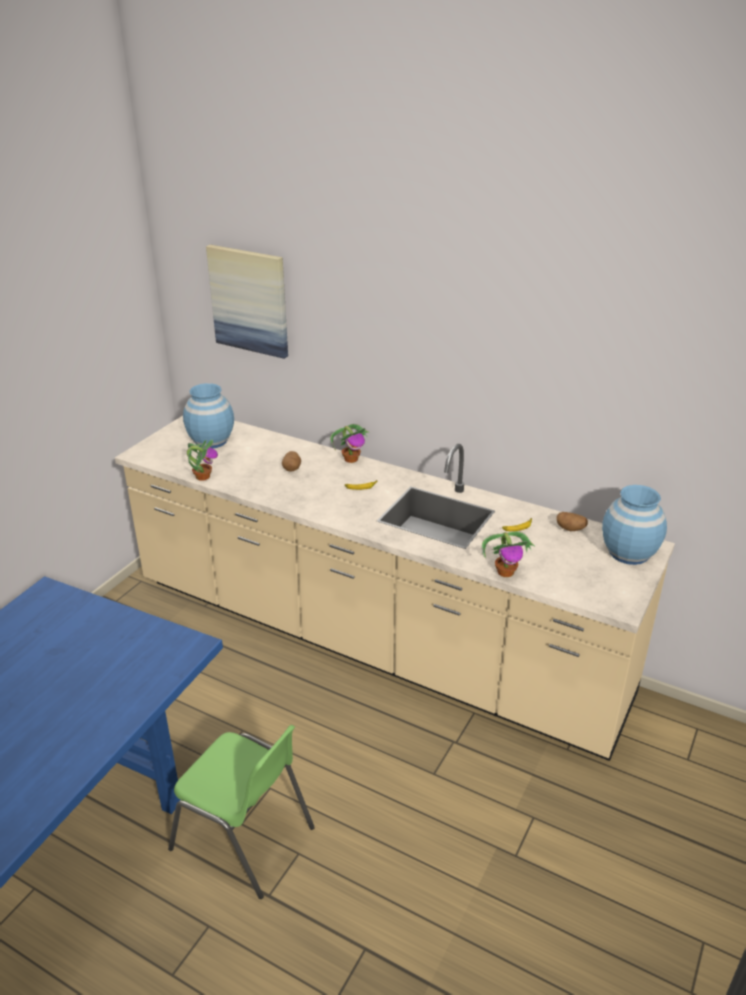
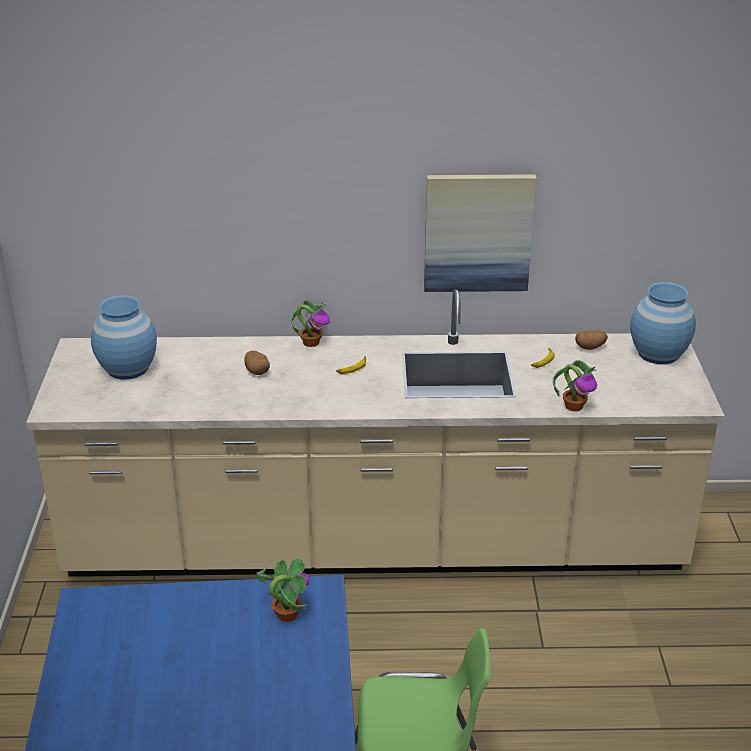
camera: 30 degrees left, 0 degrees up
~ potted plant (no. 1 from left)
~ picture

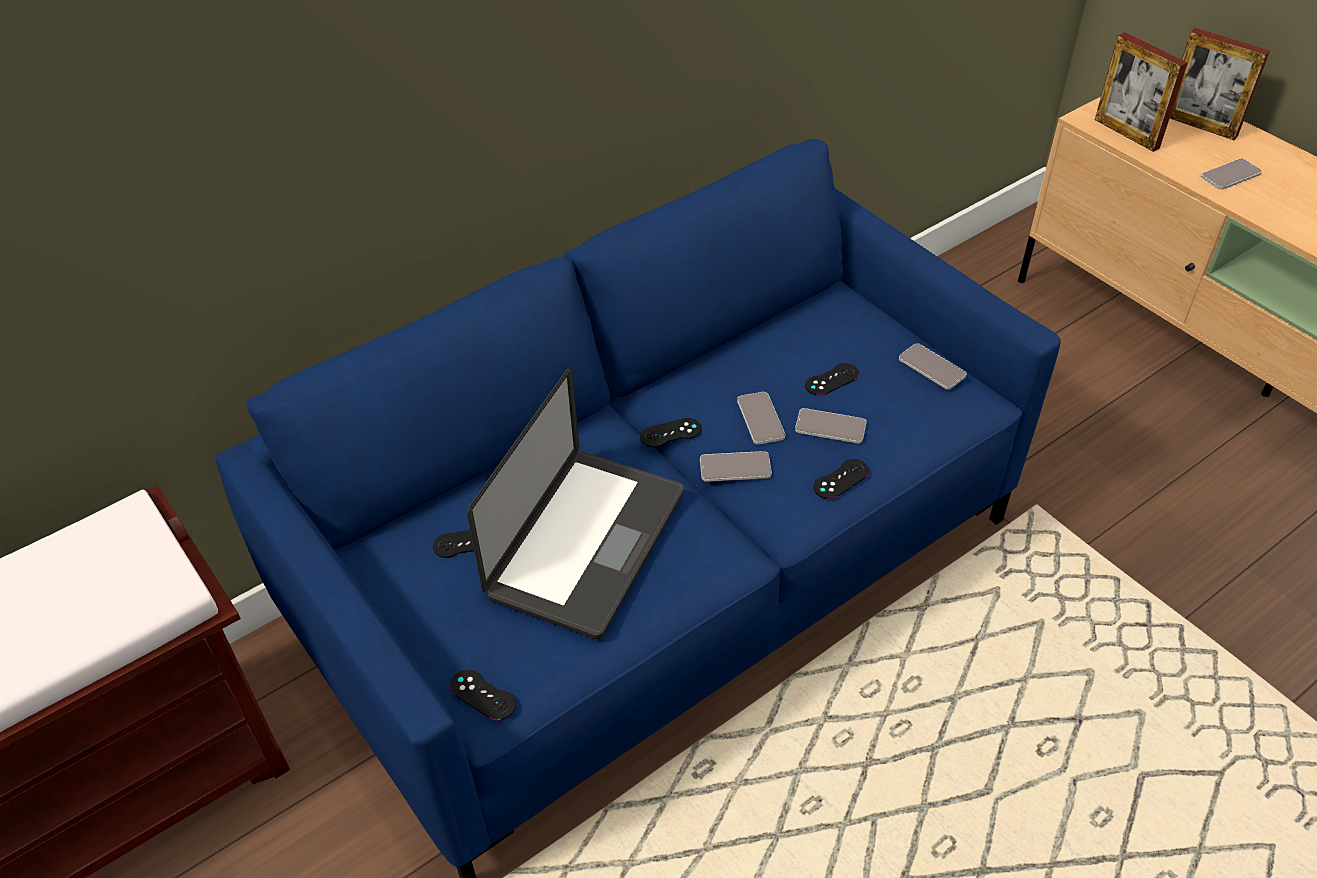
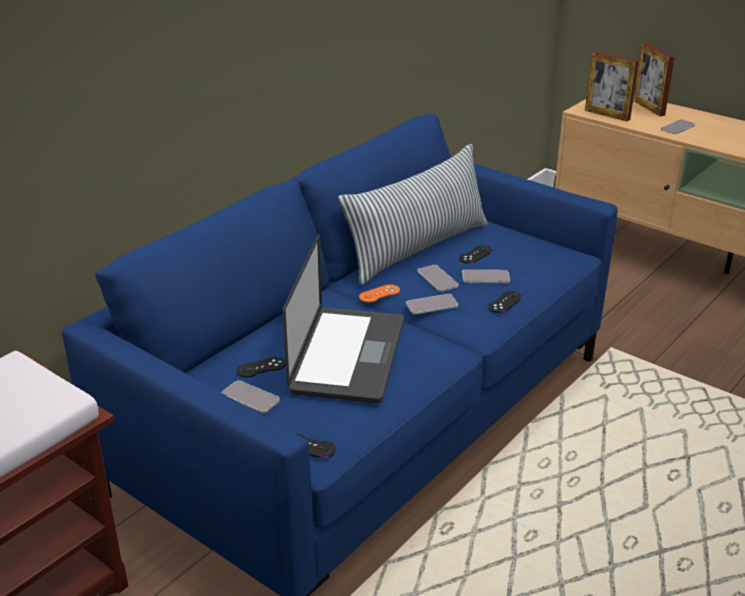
camera: 15 degrees left, 15 degrees down
+ pillow
~ phone (no. 4 from left in the first image) to phone (no. 1 from left)
~ game controller/black (no. 3 from left) to game controller/orange
~ picture frame (no. 2 from left) 45 degrees clockwise

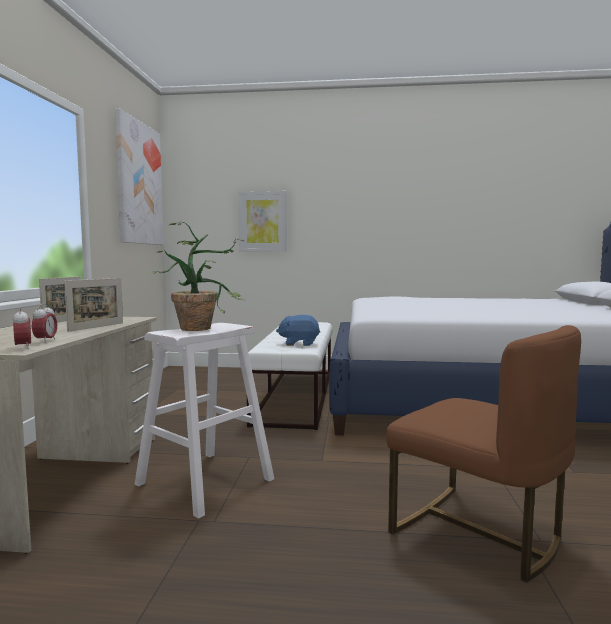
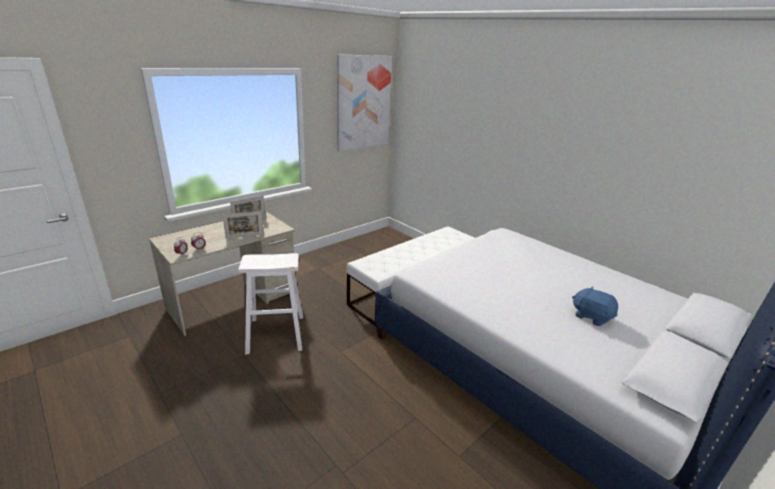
camera: 40 degrees right, 20 degrees up
- potted plant
- picture (no. 2 from left)
- chair/brown
~ plush toy/blue

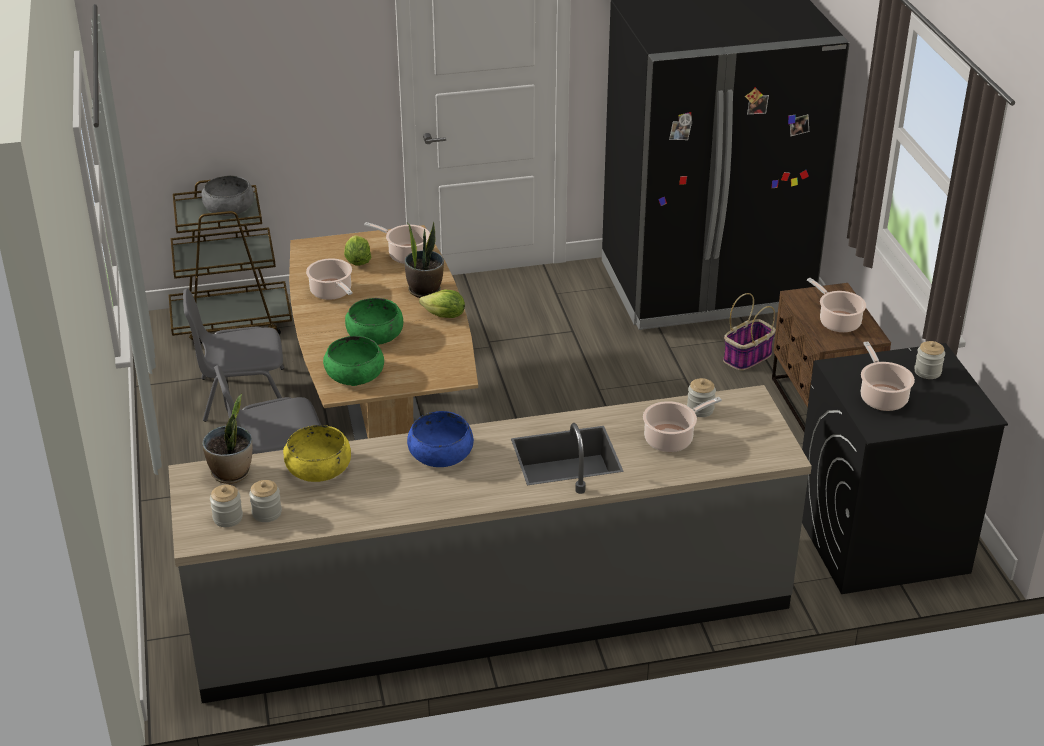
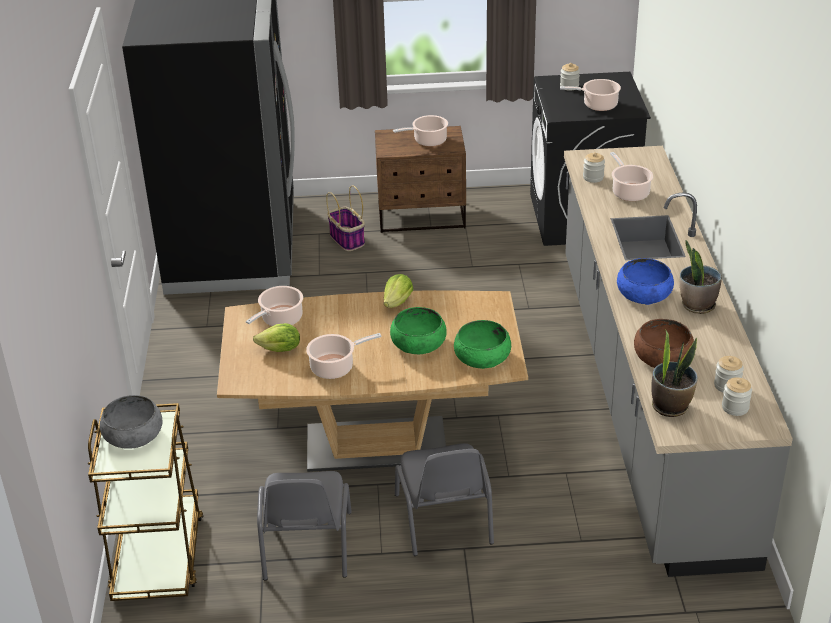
camera: 80 degrees left, 0 degrees up
~ potted plant (no. 2 from left)
~ bowl/yellow to bowl/brown

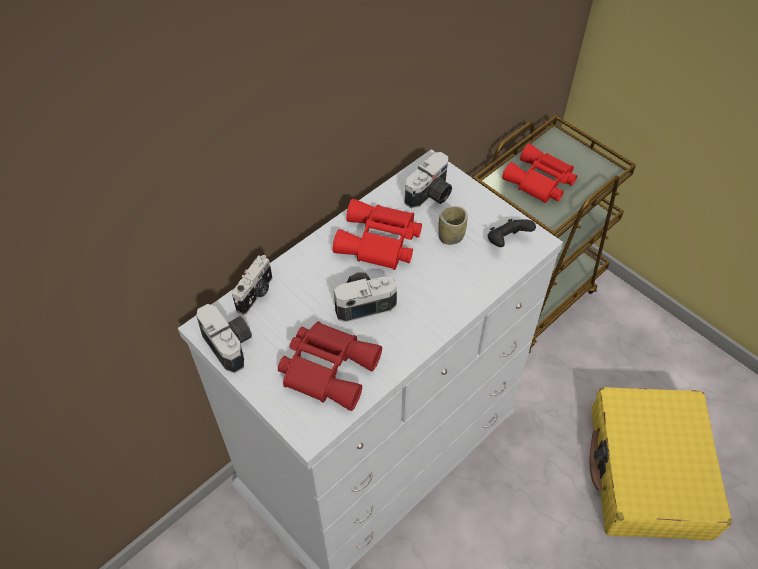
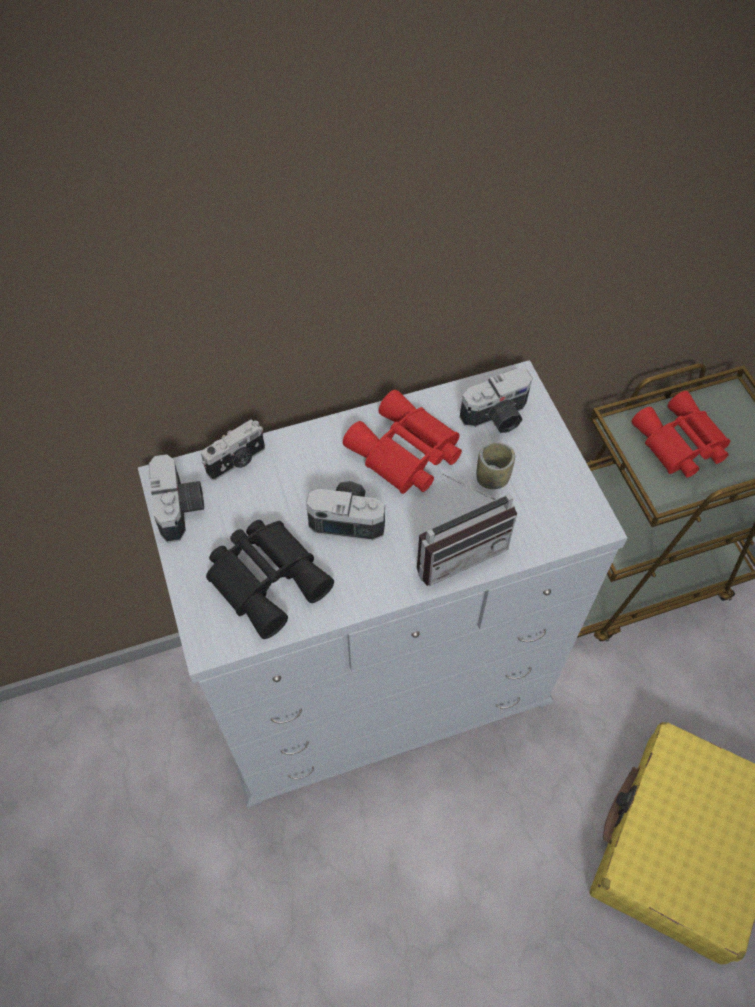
camera: 25 degrees right, 5 degrees up
- game controller/black
+ radio
~ binoculars/red (no. 1 from left) to binoculars/black

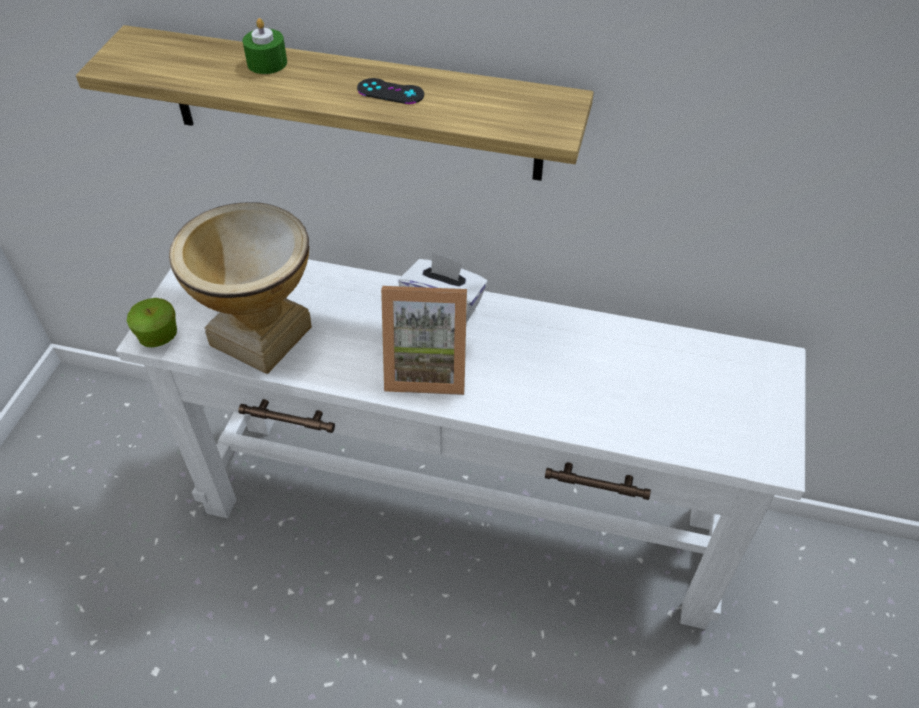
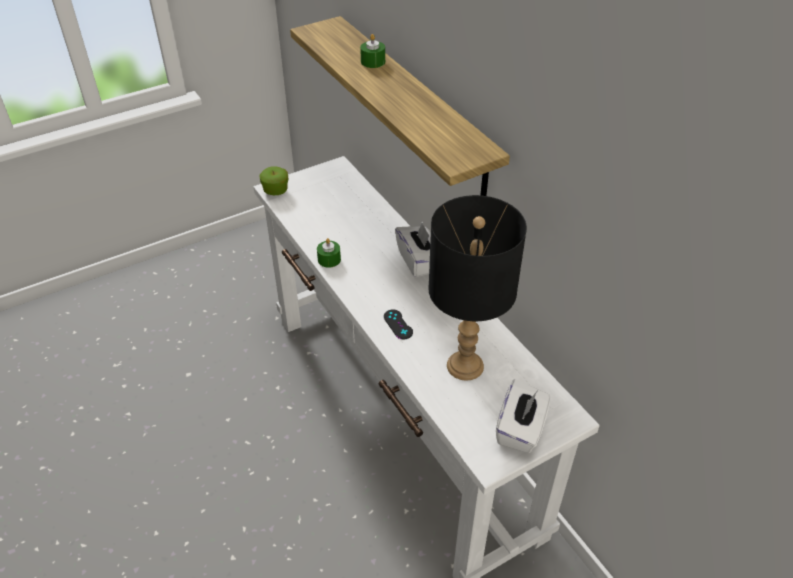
camera: 45 degrees right, 5 degrees down
- vase
- picture frame
+ candle/green (no. 1 from left)
+ table lamp/black
+ tissue box/white (no. 2 from left)
~ game controller/black

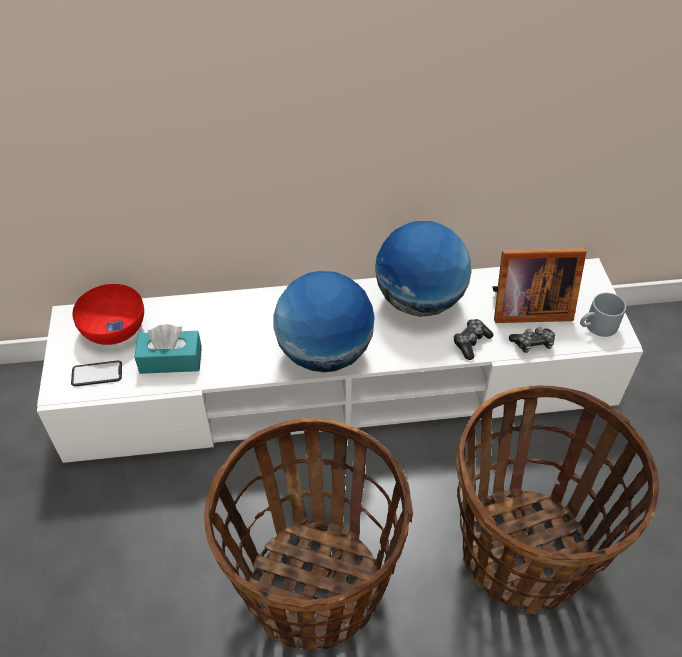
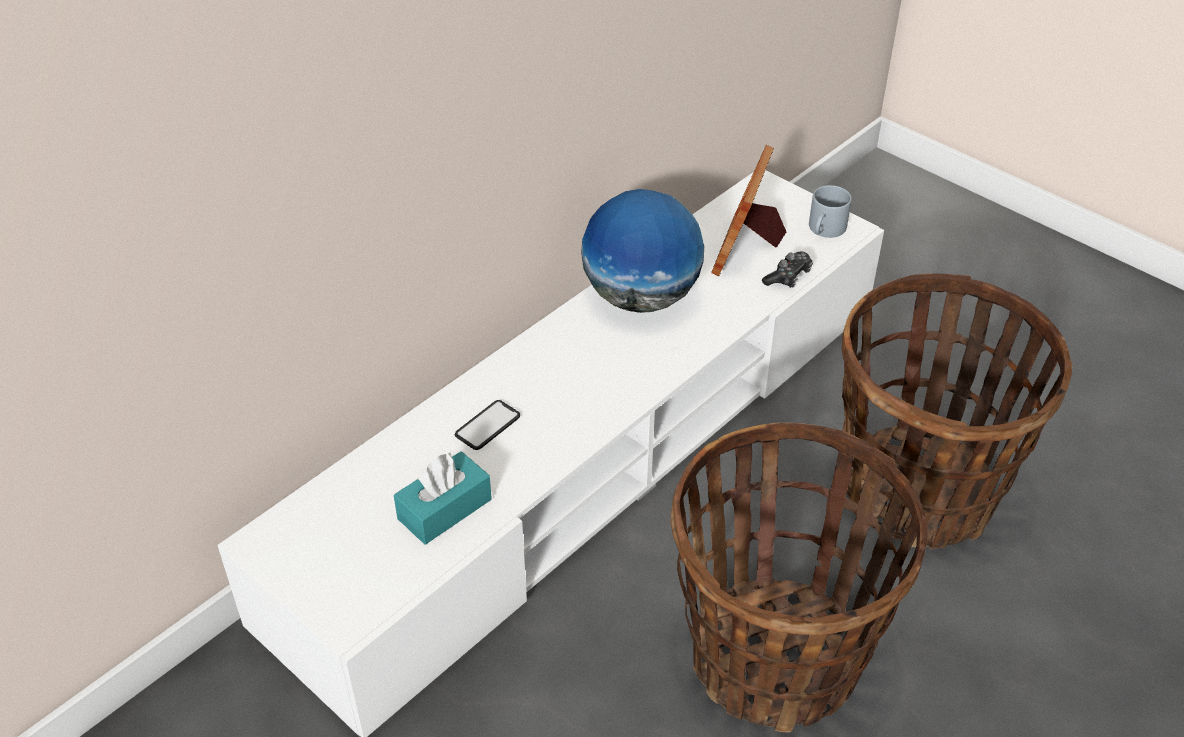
camera: 40 degrees left, 5 degrees down
- bowl/red
- globe (no. 1 from left)
- game controller (no. 1 from left)
~ phone
~ picture frame 150 degrees clockwise

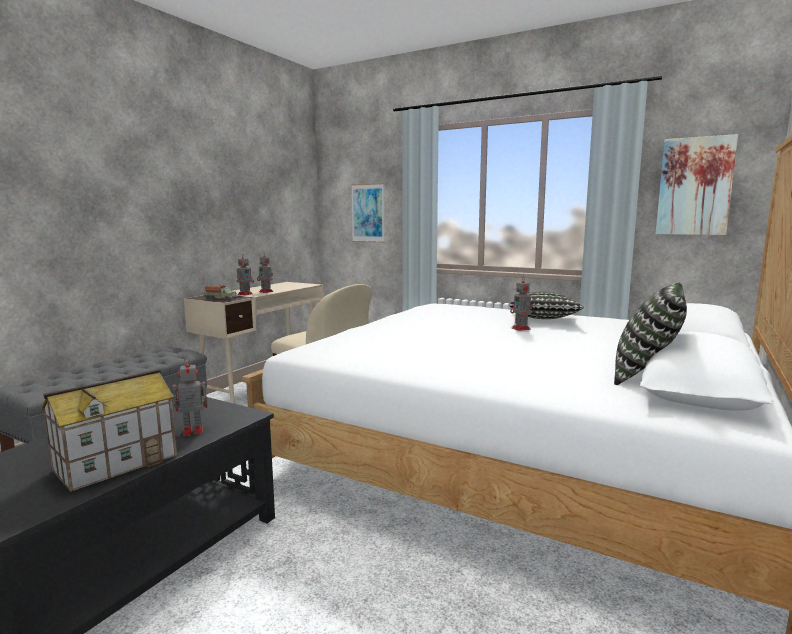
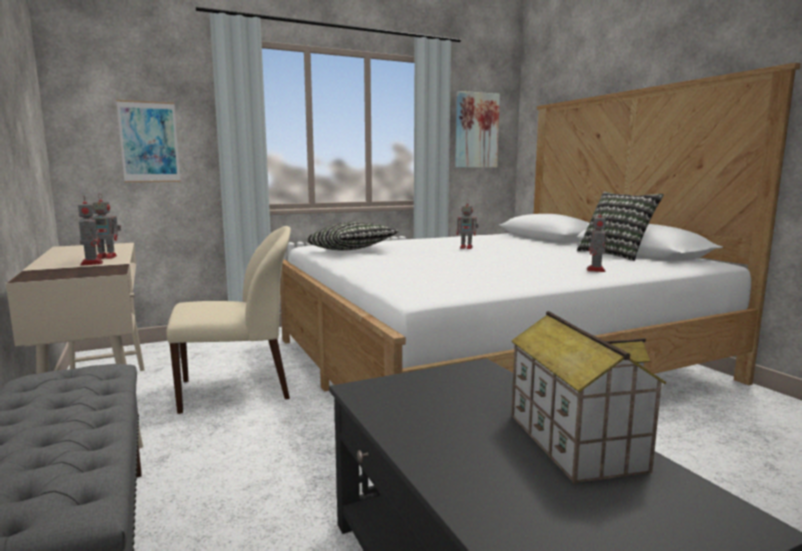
camera: 55 degrees left, 0 degrees up
- toy truck
~ toy robot (no. 1 from left in the first image) to toy robot (no. 4 from left)
~ pillow (no. 1 from left)

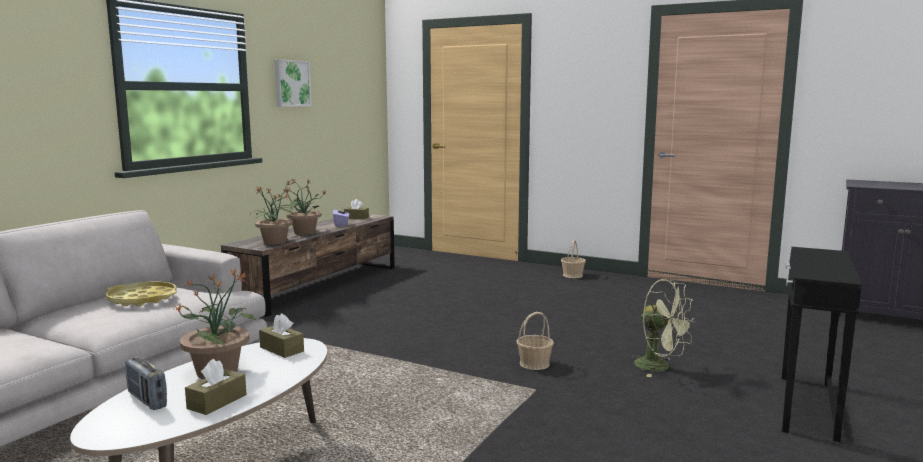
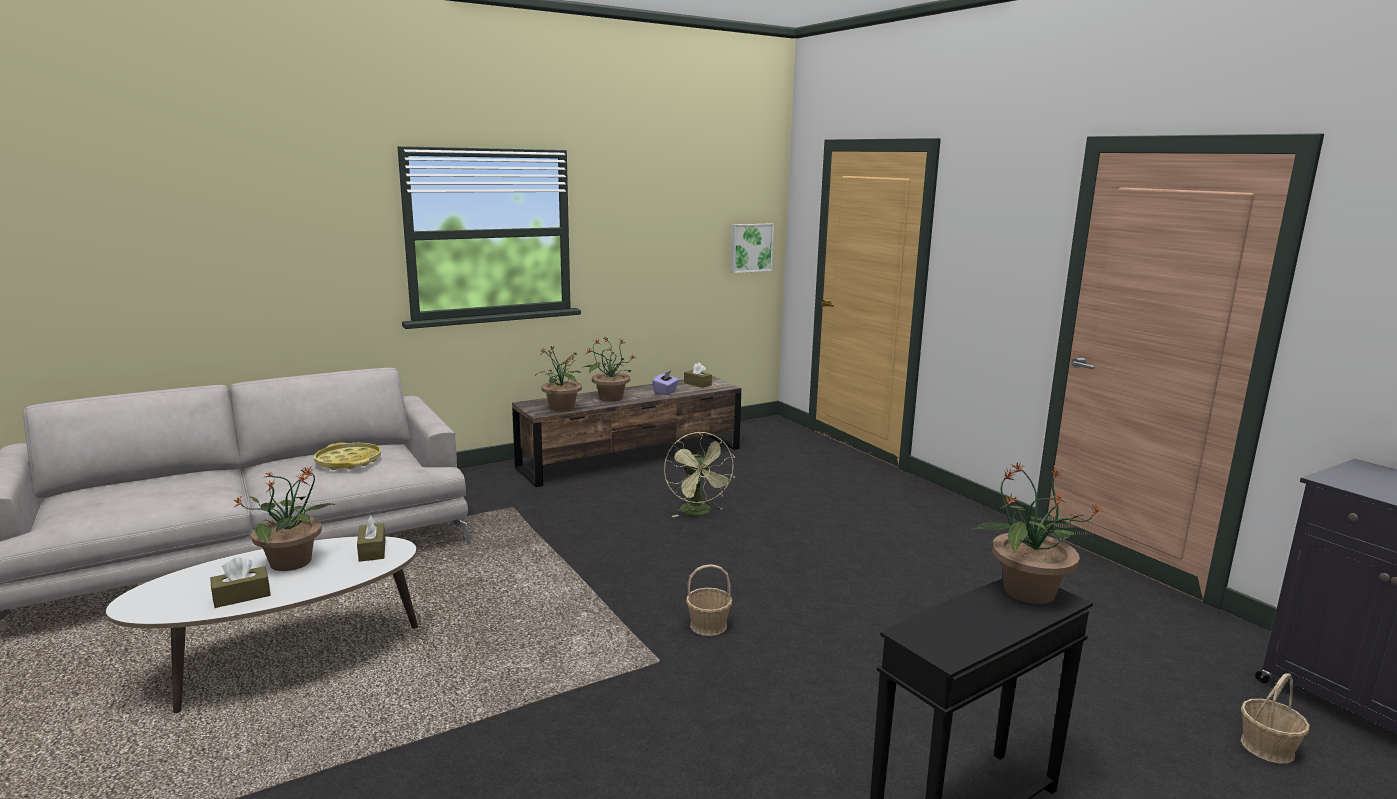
camera: 30 degrees right, 5 degrees up
- radio
+ potted plant (no. 4 from left)
~ picture
~ basket (no. 2 from left)
~ fan/green

